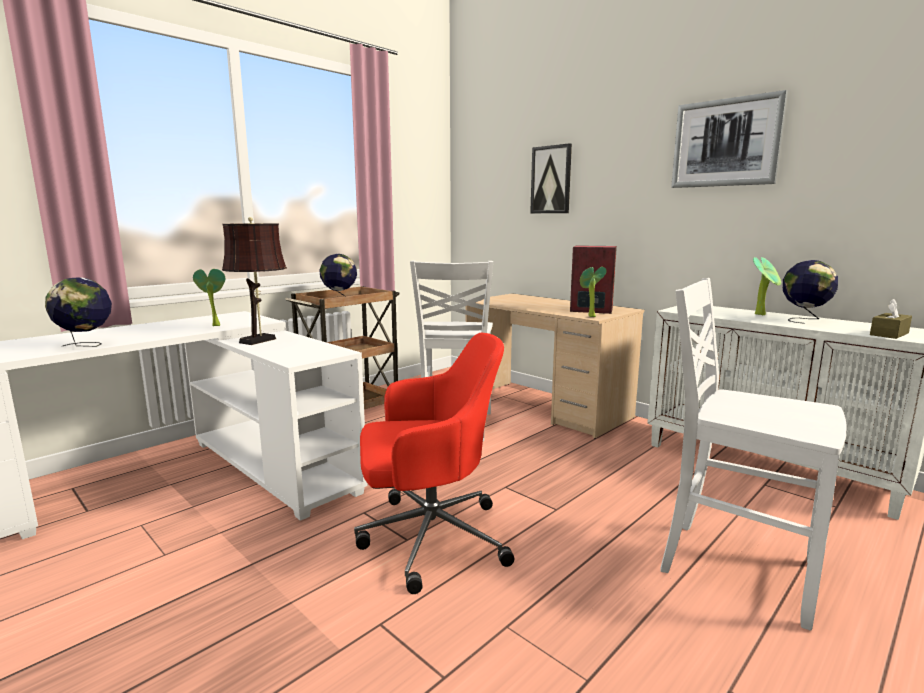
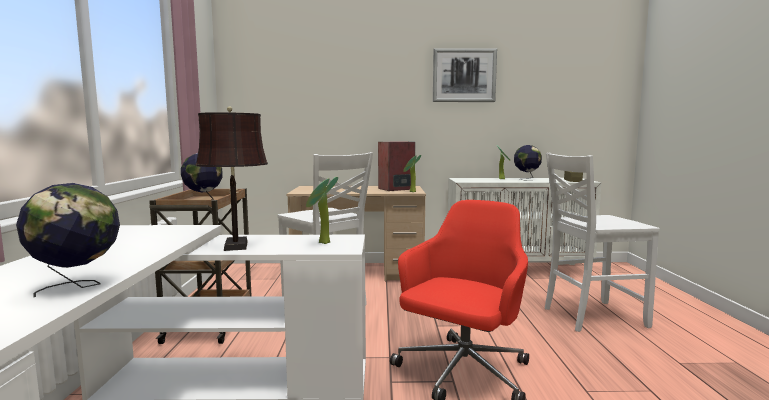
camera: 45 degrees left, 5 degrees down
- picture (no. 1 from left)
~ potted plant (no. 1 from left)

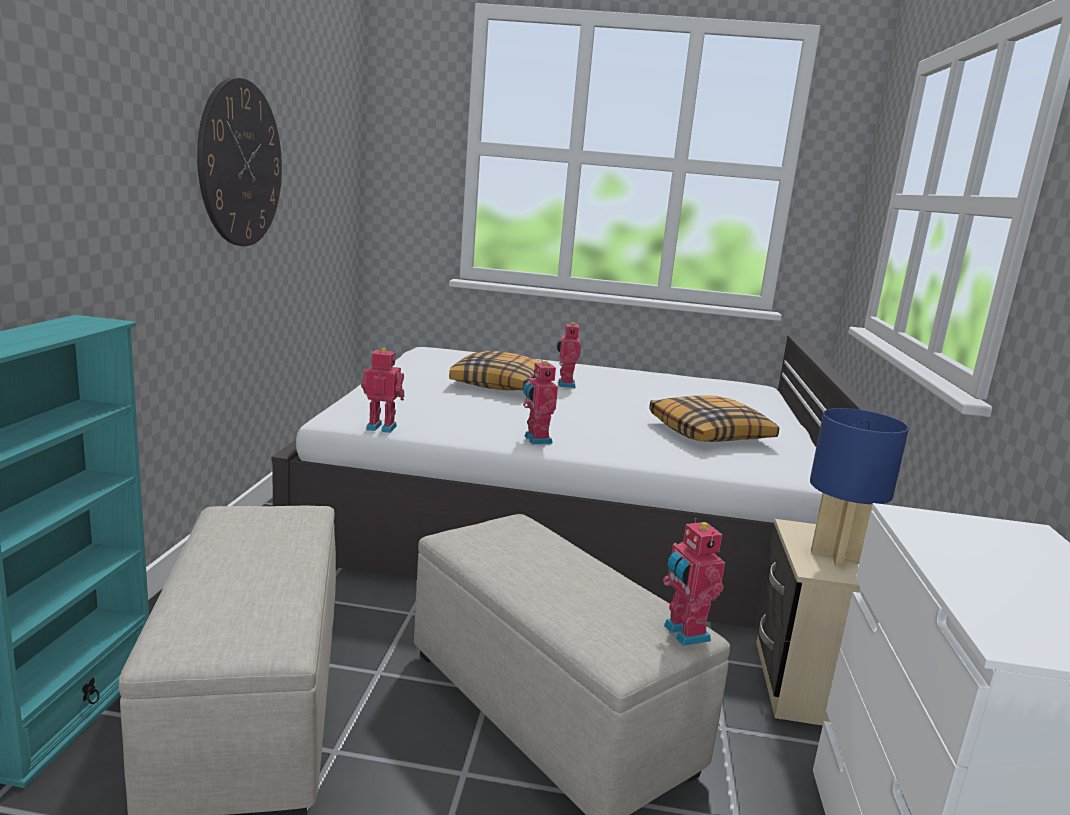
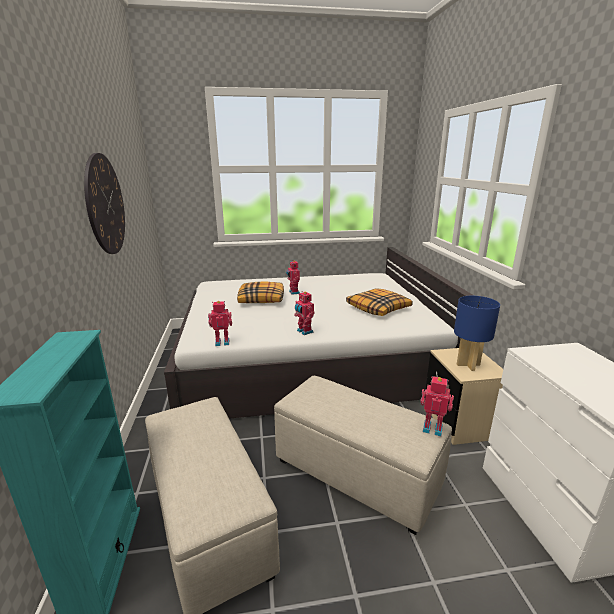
camera: 15 degrees left, 5 degrees up
~ toy robot (no. 4 from left) 150 degrees clockwise

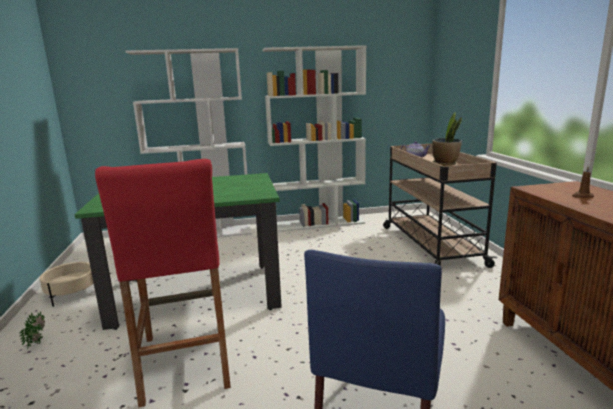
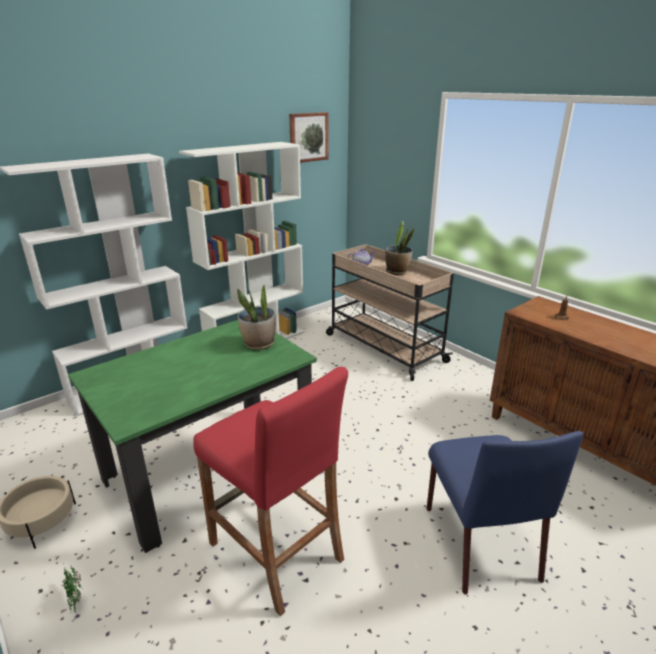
camera: 30 degrees left, 10 degrees up
+ potted plant (no. 2 from left)
+ picture

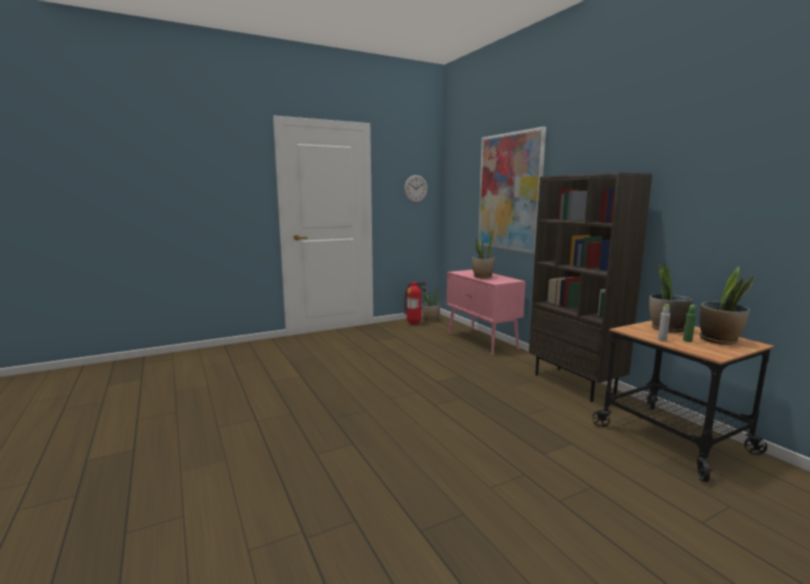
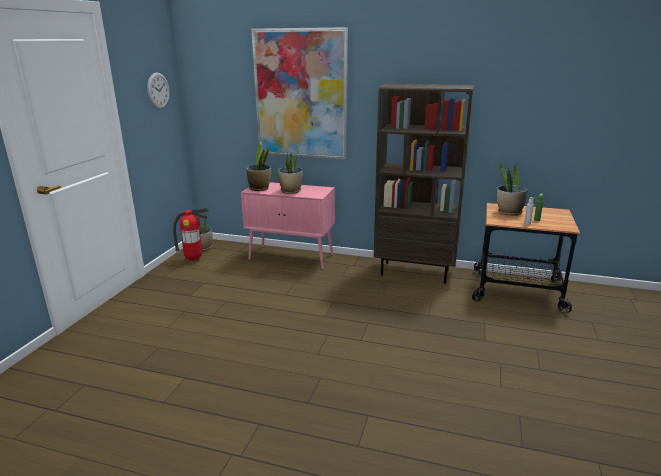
camera: 45 degrees left, 10 degrees up
~ potted plant (no. 4 from left in the first image) to potted plant (no. 2 from left)

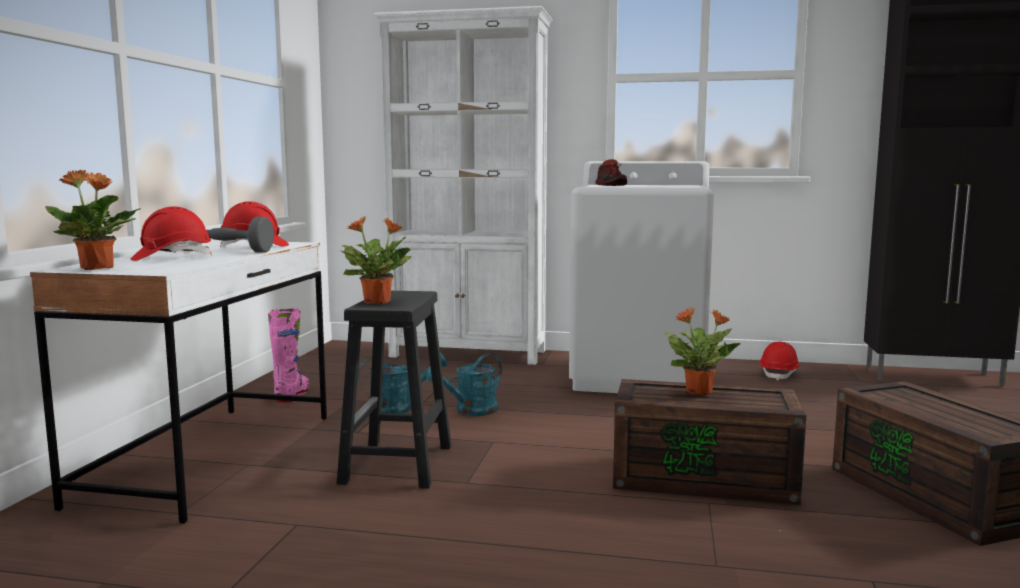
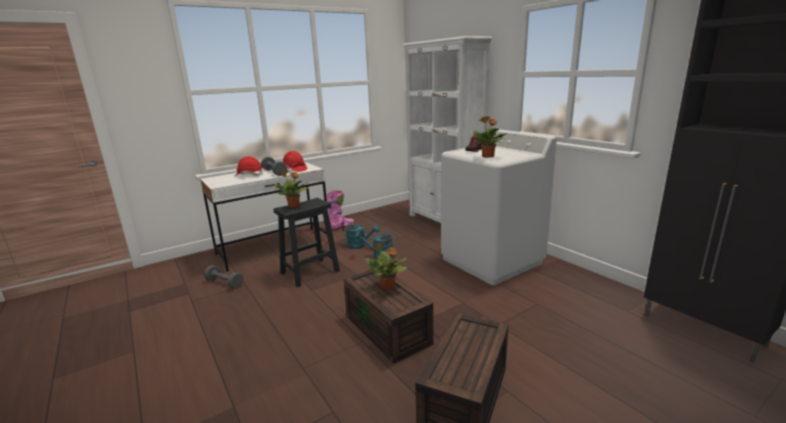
camera: 45 degrees right, 10 degrees up
- hard hat/red (no. 3 from left)
+ dumbbell/grey (no. 1 from left)
~ potted plant (no. 1 from left in the first image) to potted plant (no. 3 from left)

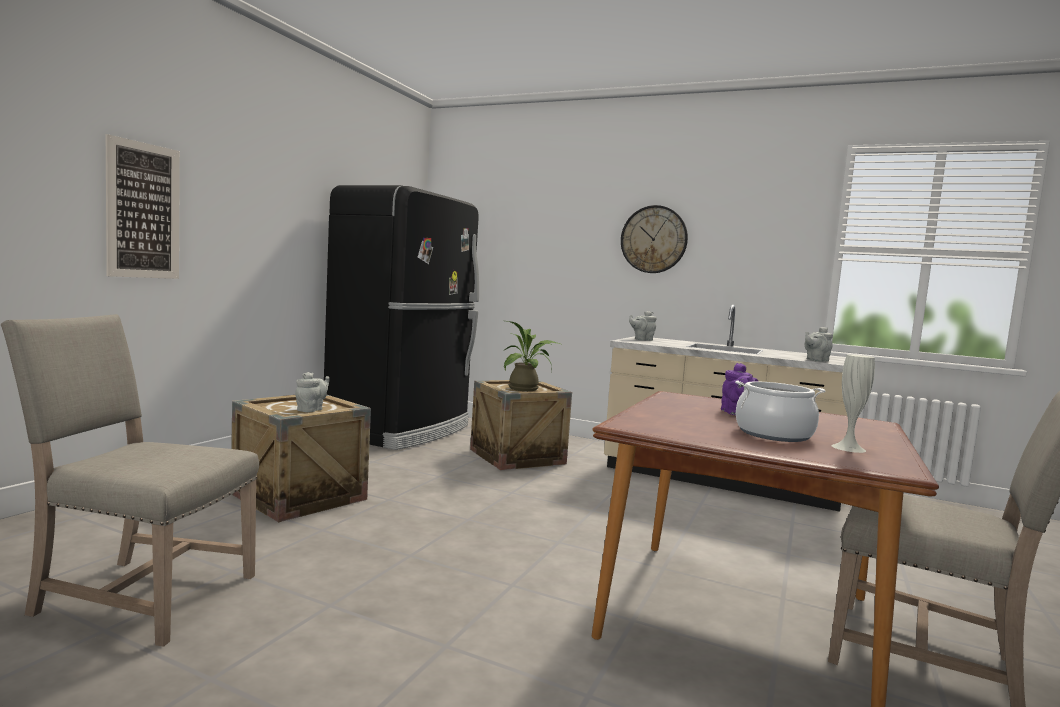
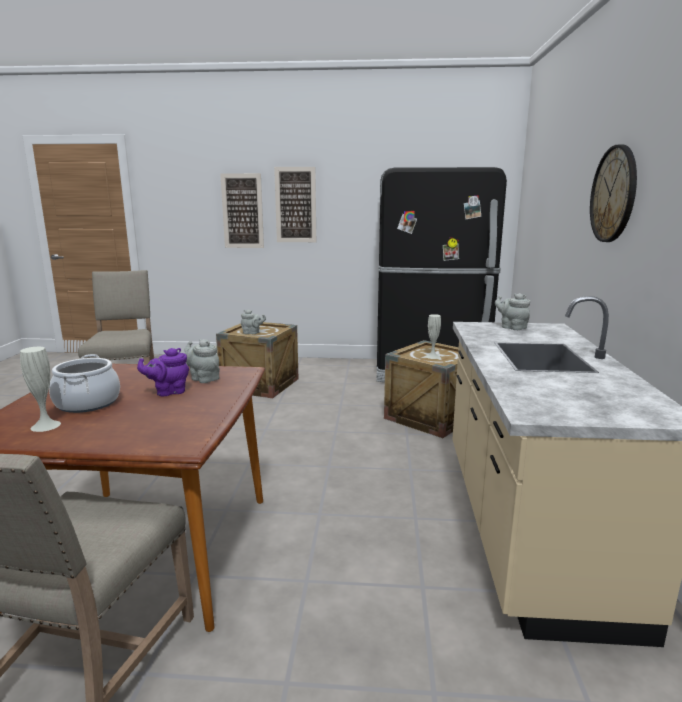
camera: 70 degrees right, 10 degrees up
+ picture (no. 2 from left)
~ teapot/grey (no. 3 from left in the first image) to teapot/grey (no. 1 from left)
~ potted plant to vase/white (no. 2 from left)

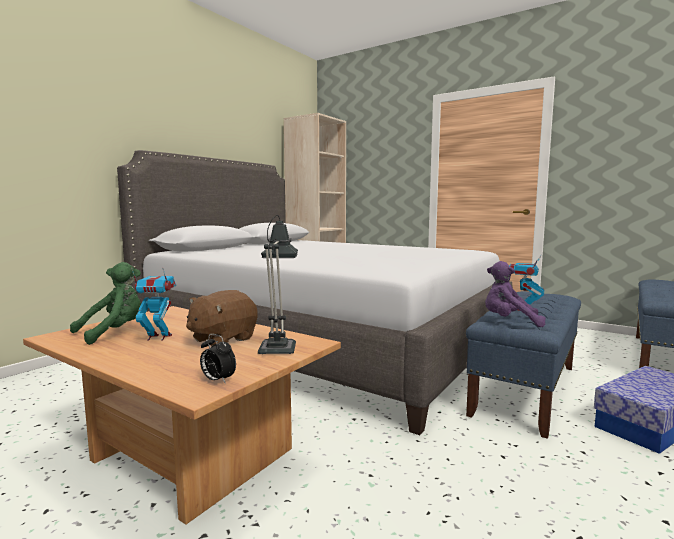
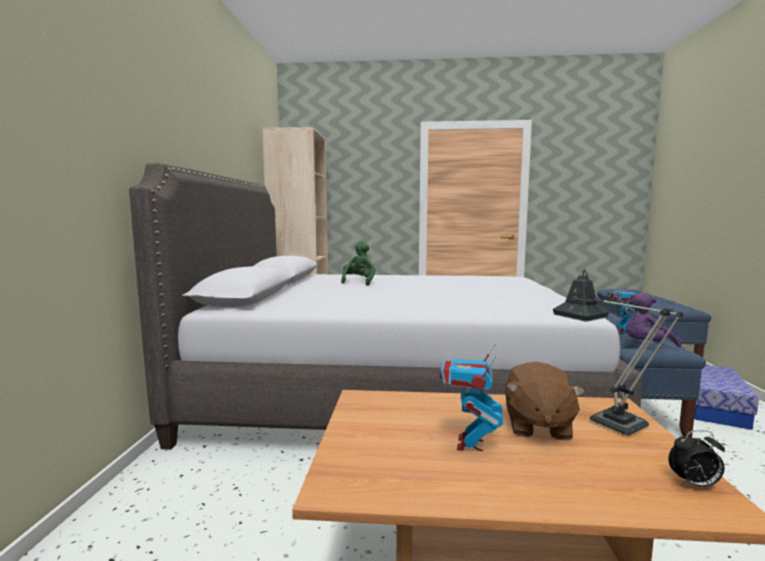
camera: 30 degrees left, 0 degrees up
~ plush toy/green
~ toy robot (no. 1 from left) 45 degrees counterclockwise

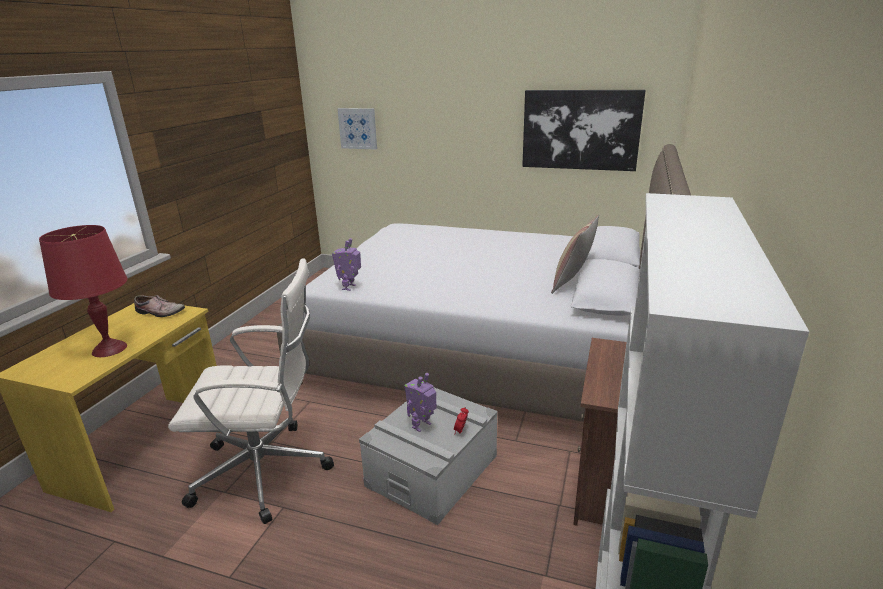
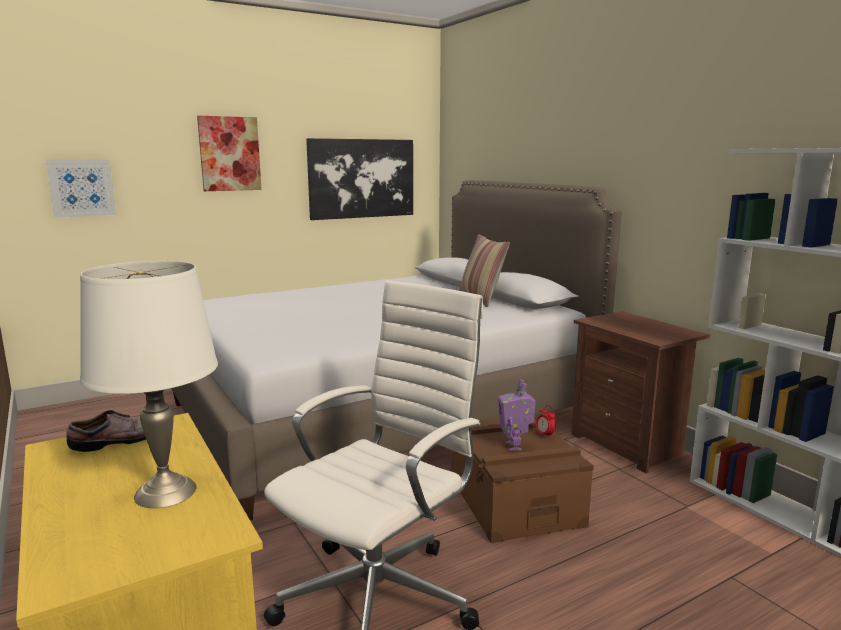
camera: 50 degrees left, 10 degrees down
- toy robot (no. 1 from left)
+ picture (no. 2 from left)
~ table lamp/red to table lamp/white
~ storage box/grey to storage box/brown

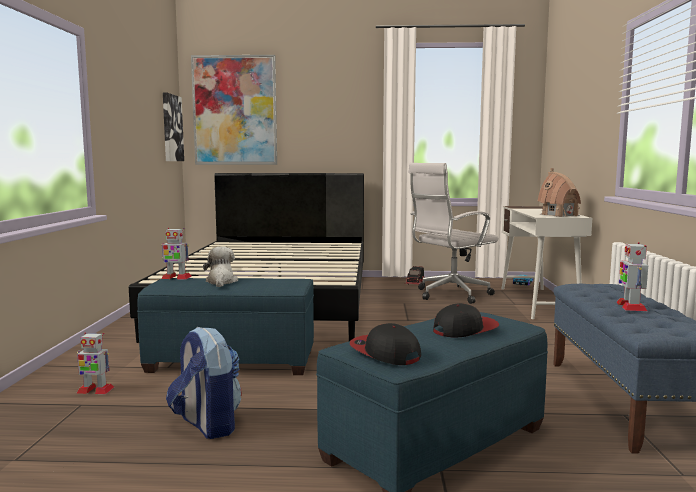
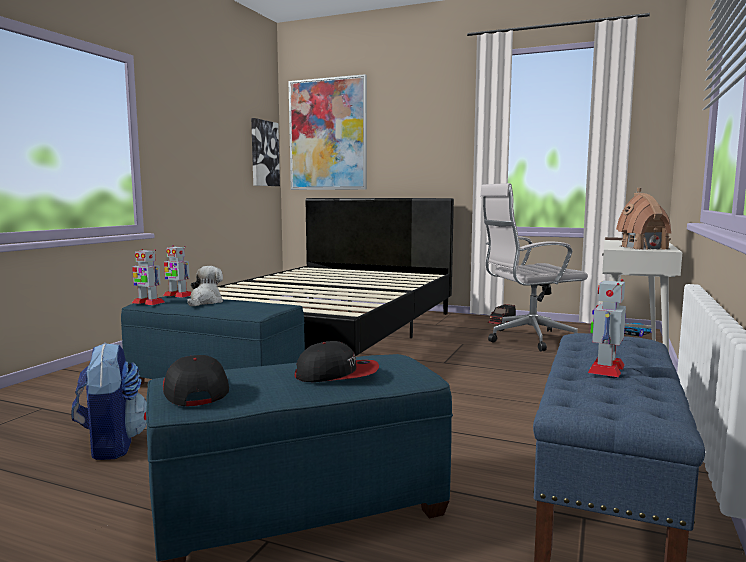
camera: 20 degrees right, 0 degrees up
~ toy robot (no. 1 from left)

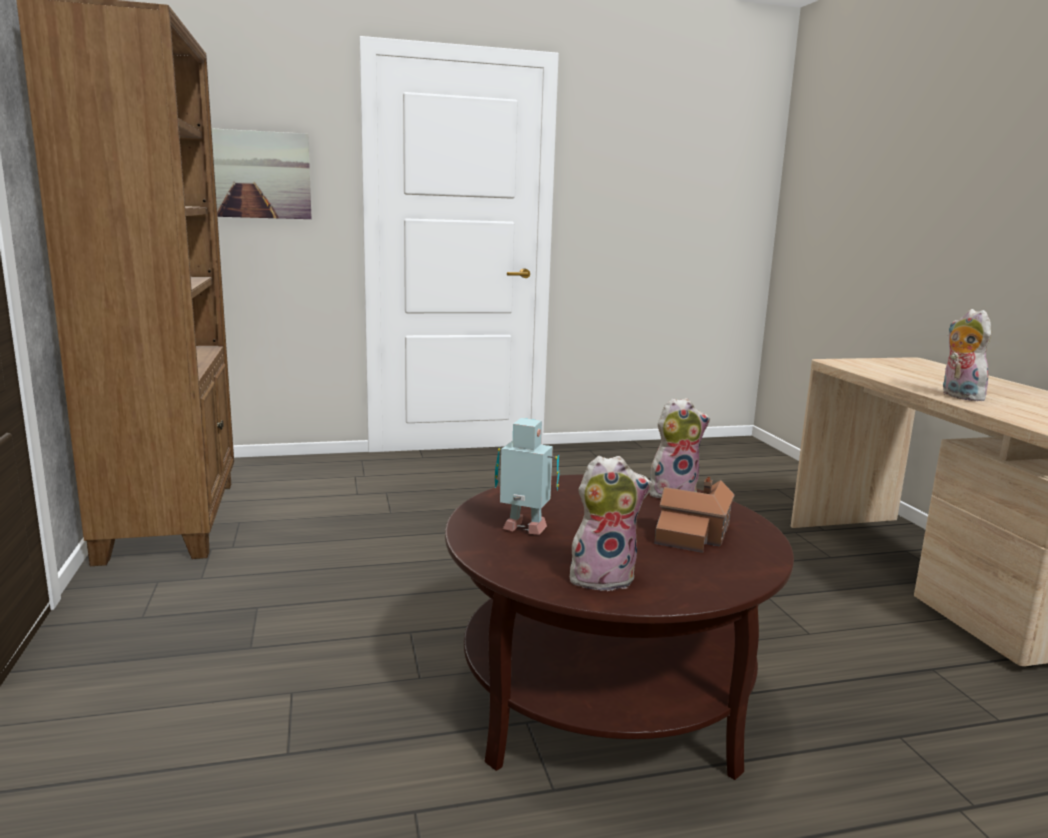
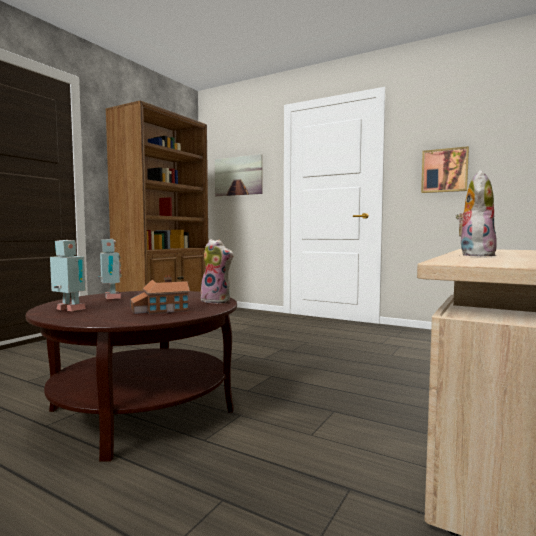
camera: 45 degrees right, 10 degrees down
+ picture (no. 2 from left)
~ plush toy (no. 1 from left) to toy robot (no. 1 from left)

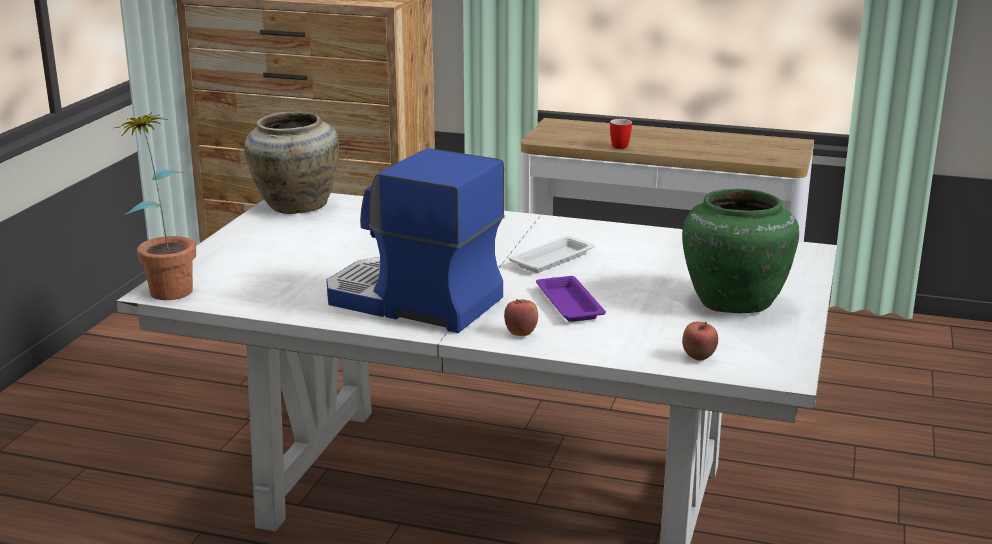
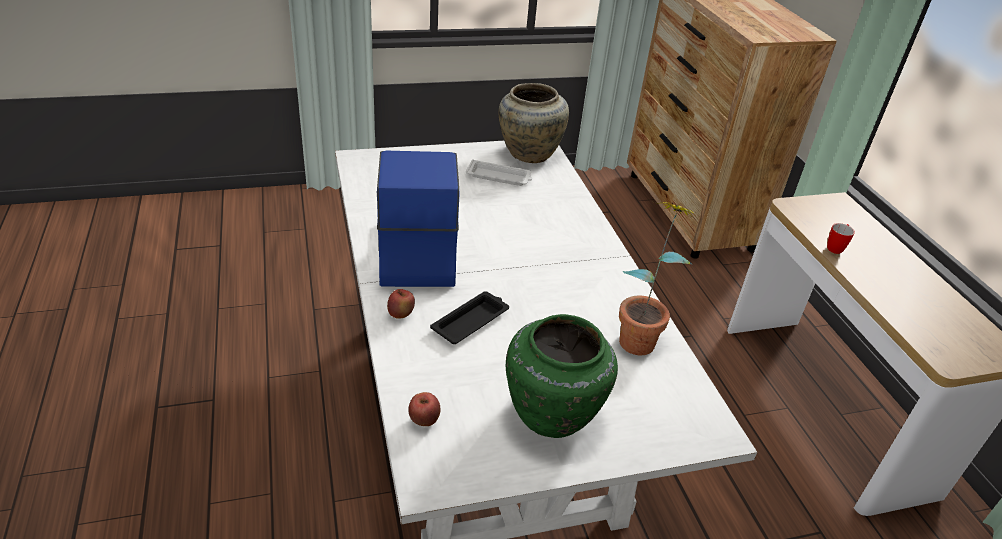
camera: 55 degrees right, 15 degrees up
~ potted plant
~ tray/white
~ tray/purple to tray/black

